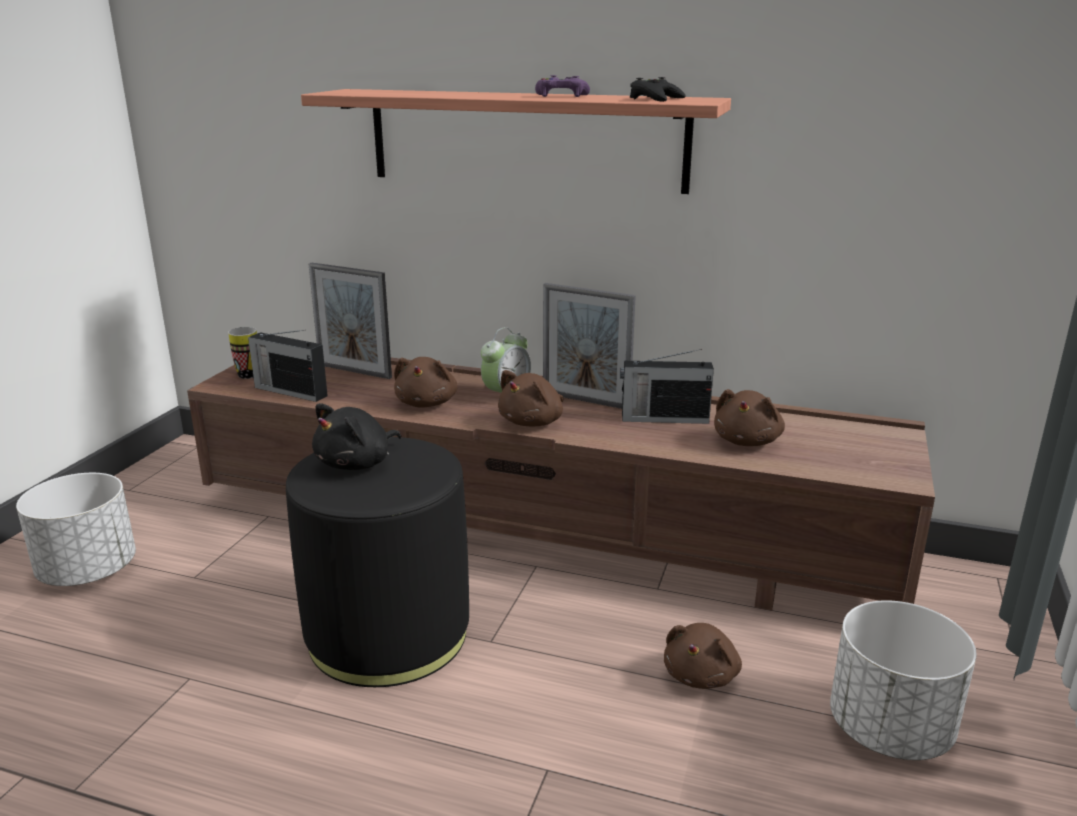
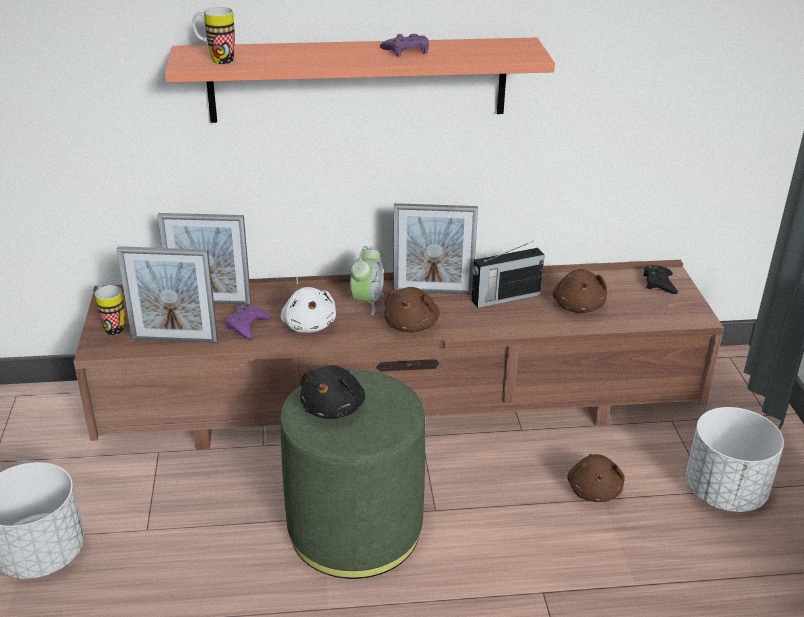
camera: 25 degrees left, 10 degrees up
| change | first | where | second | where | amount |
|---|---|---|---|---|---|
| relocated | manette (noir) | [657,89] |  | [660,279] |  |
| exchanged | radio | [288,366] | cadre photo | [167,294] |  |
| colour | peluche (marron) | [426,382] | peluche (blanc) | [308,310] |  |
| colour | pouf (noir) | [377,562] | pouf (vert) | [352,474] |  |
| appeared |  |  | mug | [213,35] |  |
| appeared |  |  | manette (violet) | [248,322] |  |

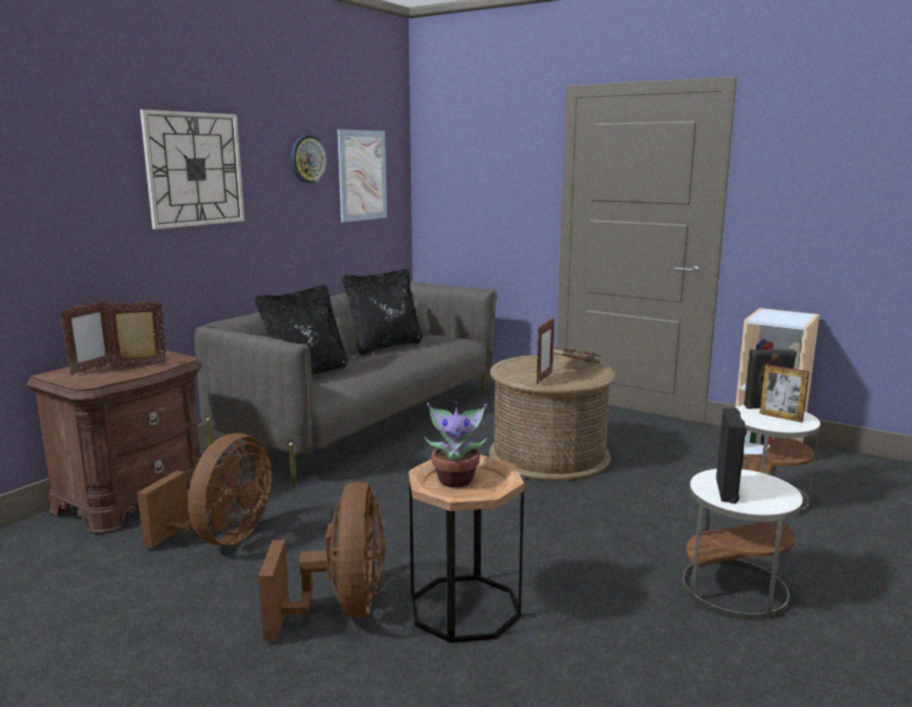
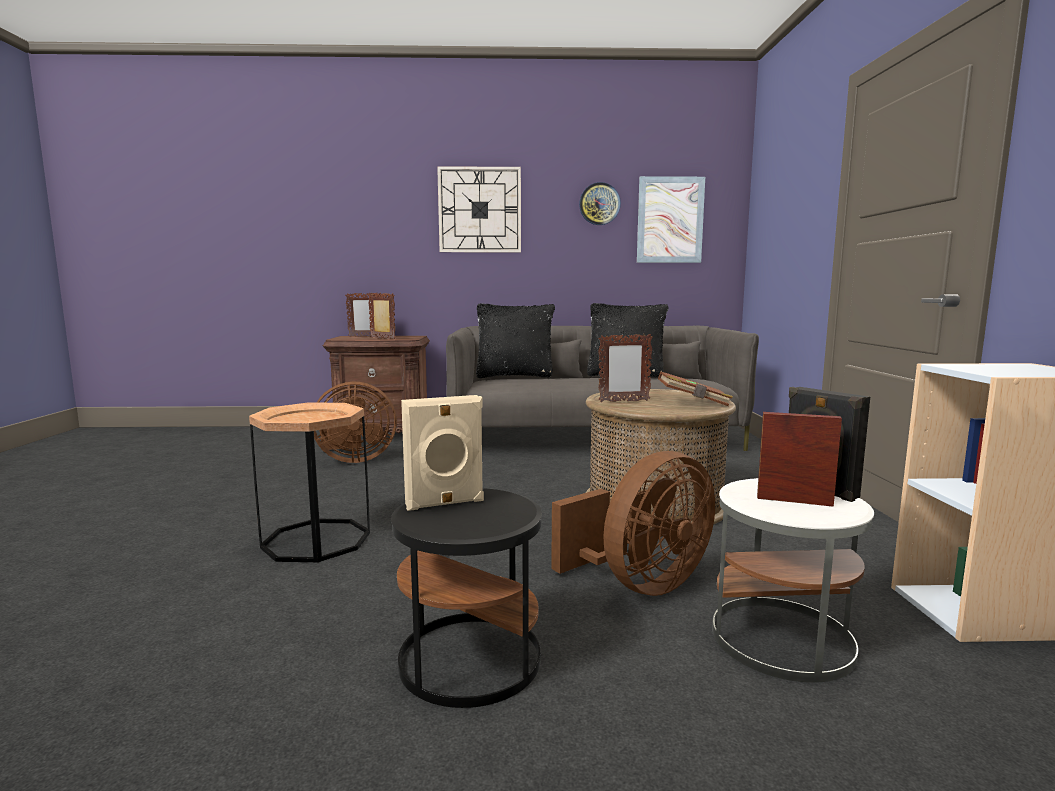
camera: 55 degrees right, 5 degrees down
| change | first | where | second | where | amount |
|---|---|---|---|---|---|
| spun | cadre photo | [784,393] |  | [799,459] | 105 degrees clockwise |
| missing | plante en pot | [455,444] |  |  |  |
| colour | enceinte (noir) | [731,456] | enceinte (beige) | [442,453] |  |
| colour | table d'appoint (blanc) | [742,544] | table d'appoint (noir) | [466,598] |  |
| relocated | ventilateur (marron) | [322,561] |  | [633,523] |  |

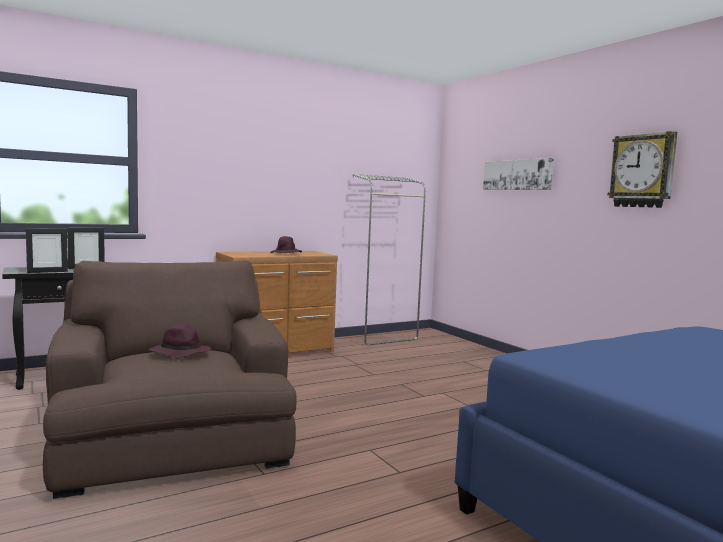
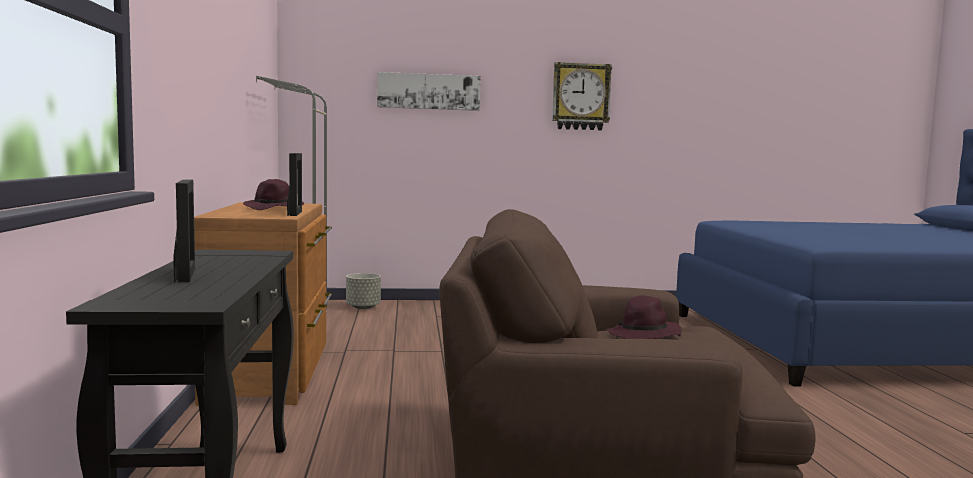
camera: 65 degrees left, 0 degrees up
| change | first | where | second | where | amount |
|---|---|---|---|---|---|
| relocated | cadre photo | [47,250] |  | [294,184] |  |
| appeared |  |  | cache-pot (gris) | [363,291] |  |

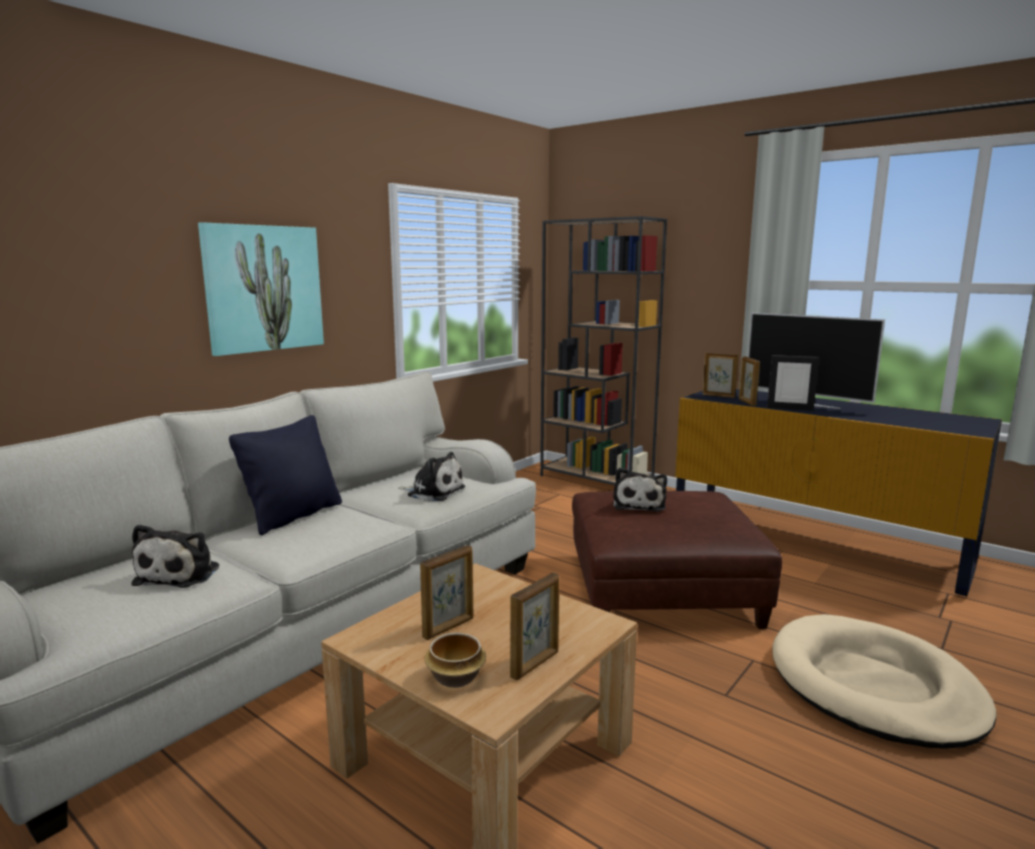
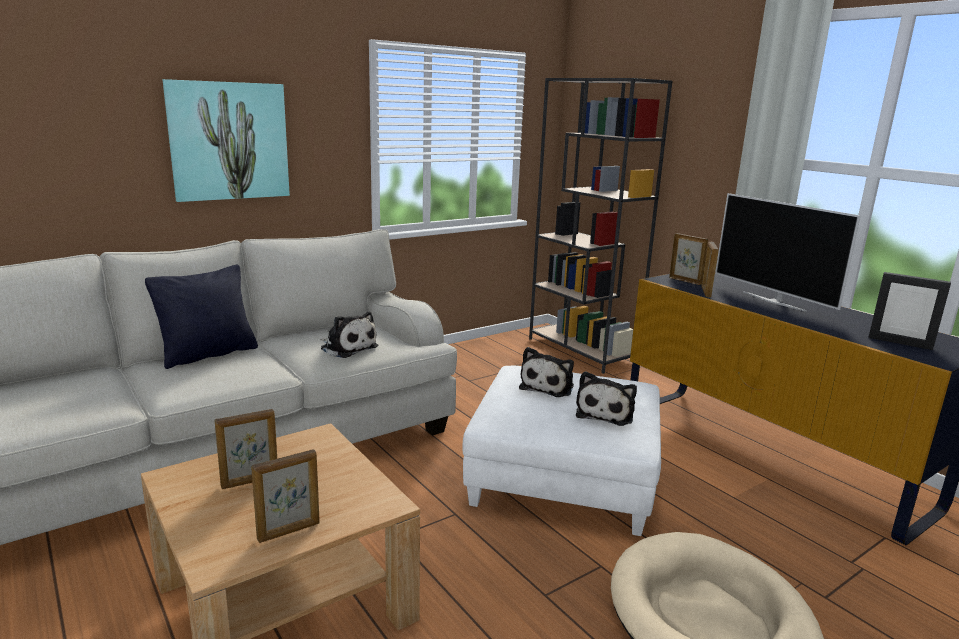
camera: 15 degrees right, 5 degrees up
| change | first | where | second | where | amount |
|---|---|---|---|---|---|
| relocated | cadre photo | [793,383] |  | [909,311] |  |
| colour | pouf (marron) | [677,560] | pouf (blanc) | [562,451] |  |
| relocated | peluche | [175,556] |  | [606,398] |  |
| missing | bol | [455,660] |  |  |  |

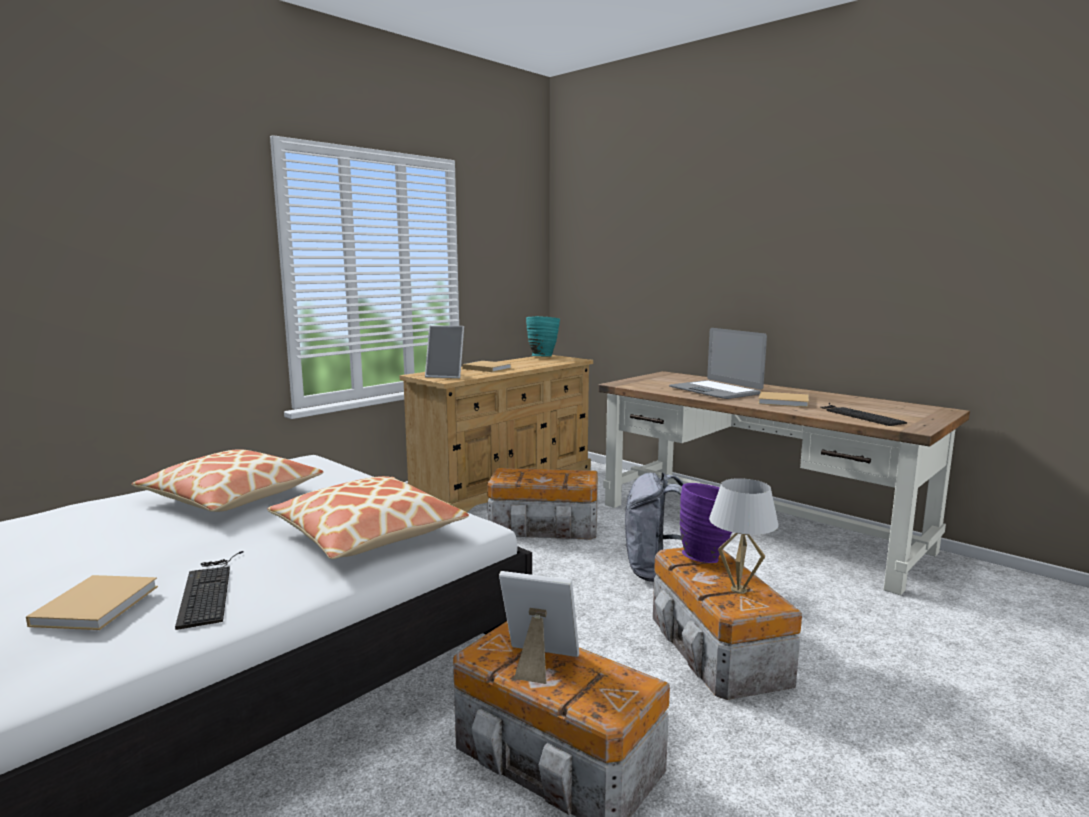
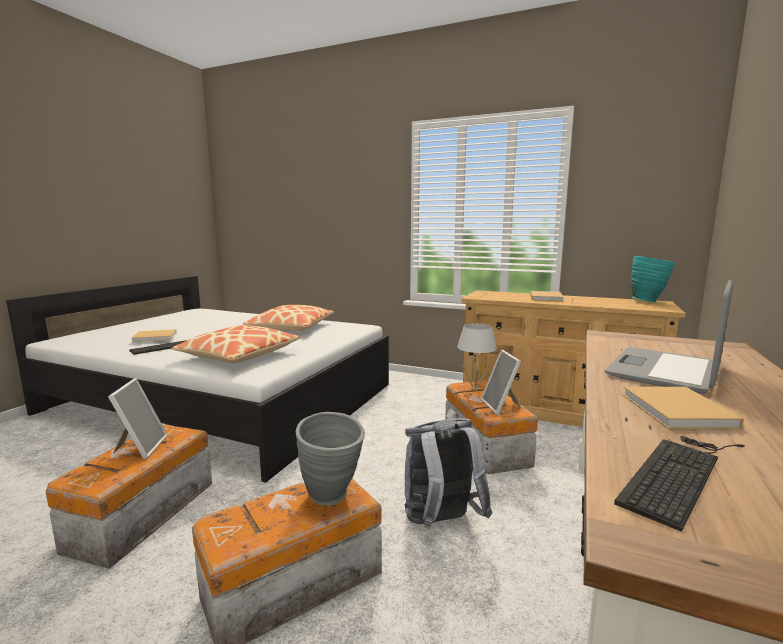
camera: 70 degrees right, 0 degrees up
| change | first | where | second | where | amount |
|---|---|---|---|---|---|
| relocated | cadre photo | [444,351] |  | [501,382] |  |
| relocated | lampe de table (blanc) | [744,536] |  | [477,357] |  |
| colour | vase (violet) | [706,523] | vase (gris) | [330,459] |  |

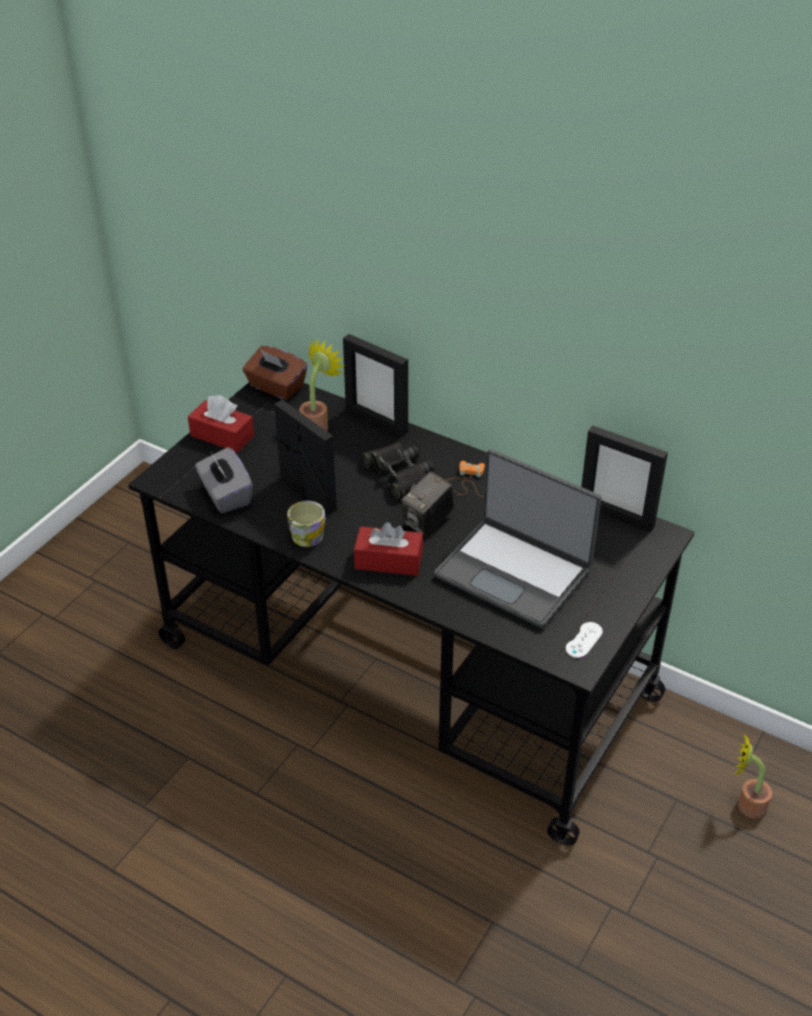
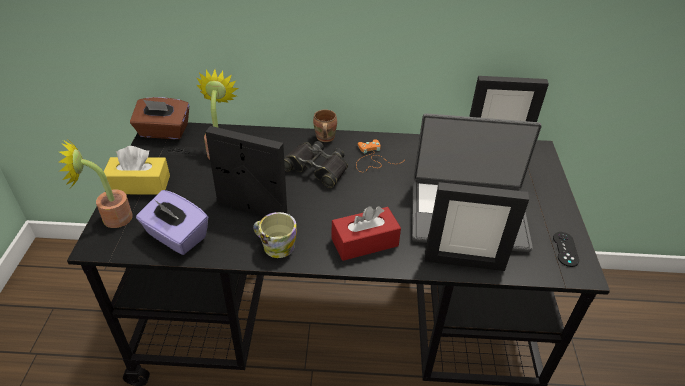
camera: 30 degrees left, 0 degrees up
| change | first | where | second | where | amount |
|---|---|---|---|---|---|
| relocated | cadre photo | [375,385] |  | [477,226] |  |
| colour | boîte à mouchoirs (rouge) | [221,423] | boîte à mouchoirs (jaune) | [137,170] |  |
| colour | boîte à mouchoirs (gris) | [224,480] | boîte à mouchoirs (violet) | [172,222] |  |
| missing | appareil photo | [427,503] |  |  |  |
| colour | manette (blanc) | [584,640] | manette (noir) | [566,249] |  |
| relocated | plante en pot | [753,776] |  | [96,184] |  |
| appeared |  |  | mug (marron) | [325,126] |  |

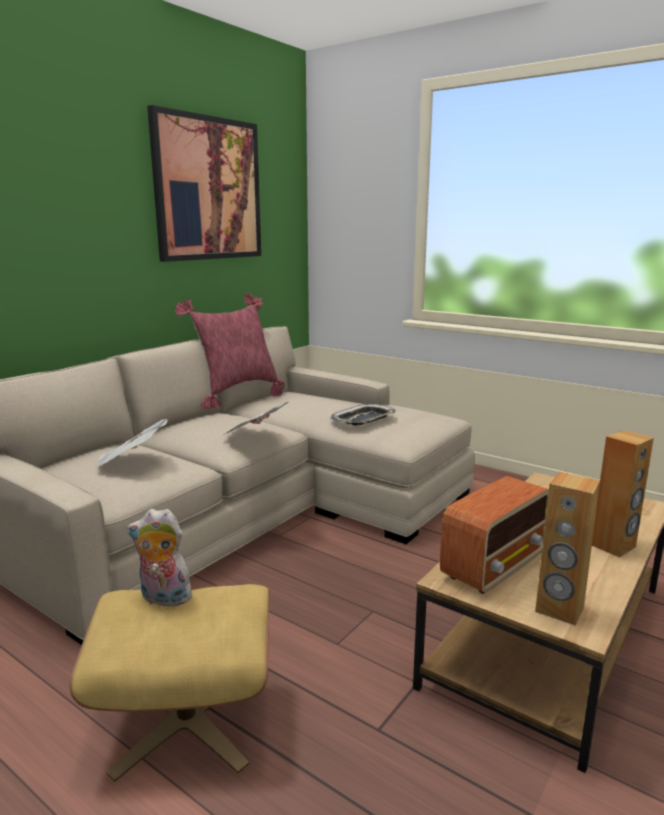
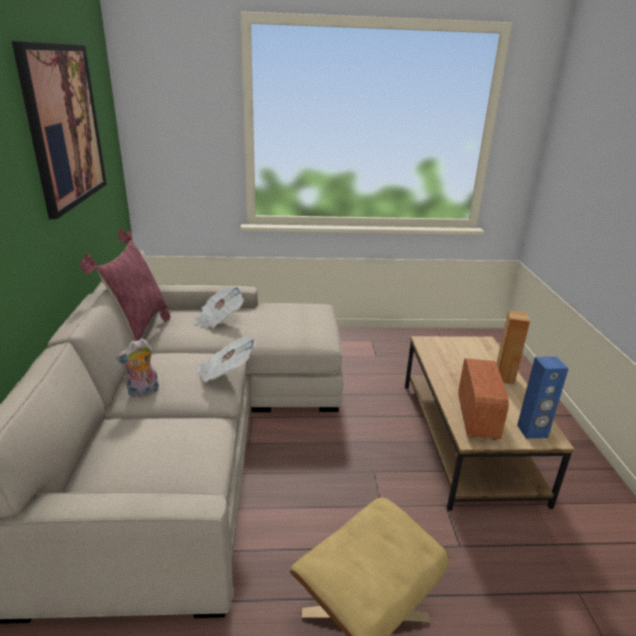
camera: 40 degrees left, 10 degrees up
| change | first | where | second | where | amount |
|---|---|---|---|---|---|
| missing | plateau | [363,415] |  |  |  |
| relocated | journal | [132,443] |  | [218,307] |  |
| colour | enceinte (marron) | [567,548] | enceinte (bleu) | [543,398] |  |
| relocated | peluche | [159,558] |  | [137,368] |  |

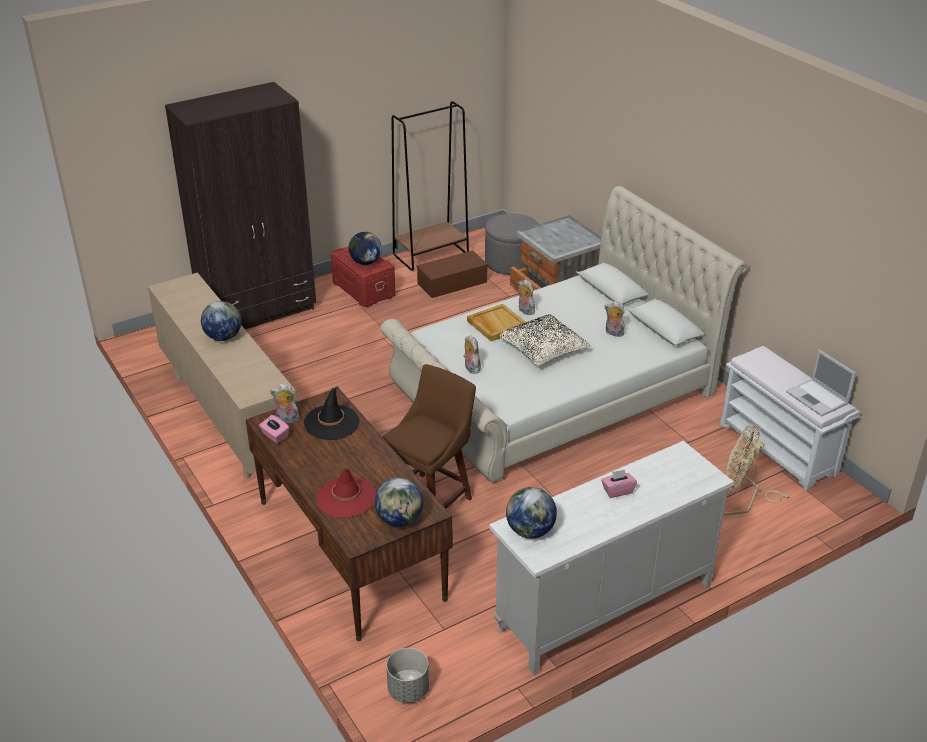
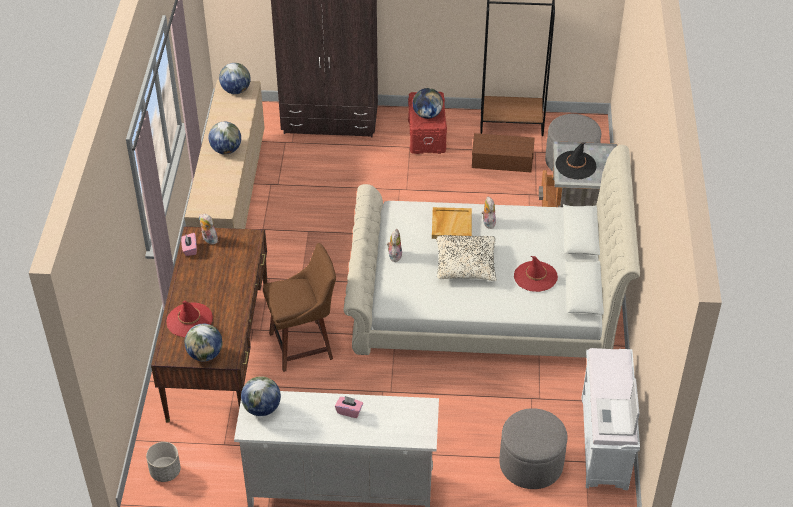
camera: 35 degrees right, 10 degrees up
| change | first | where | second | where | amount |
|---|---|---|---|---|---|
| exchanged | peluche | [614,319] | chapeau (rouge) | [536,274] |  |
| relocated | chapeau (noir) | [331,413] |  | [576,160] |  |
| exchanged | ventilateur (beige) | [756,470] | pouf (gris) | [533,448] |  |
| appeared |  |  | globe | [235,78] |  |

